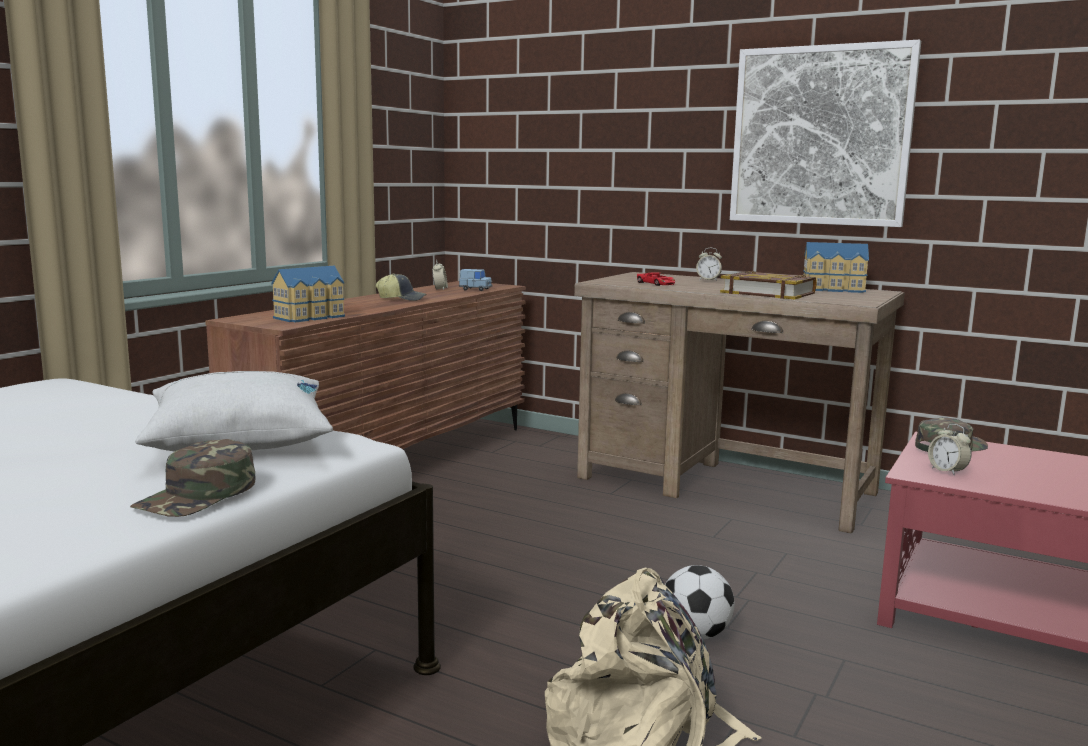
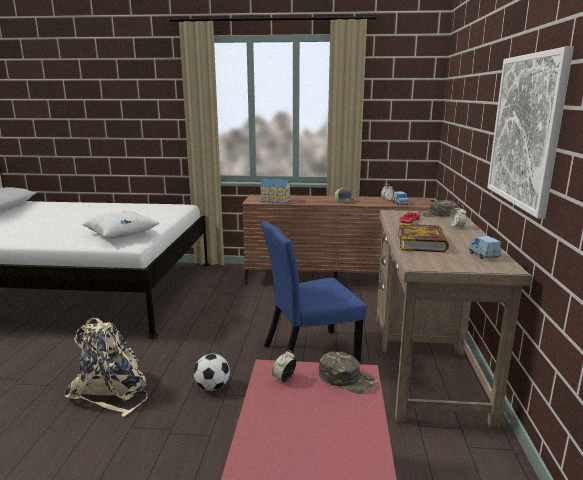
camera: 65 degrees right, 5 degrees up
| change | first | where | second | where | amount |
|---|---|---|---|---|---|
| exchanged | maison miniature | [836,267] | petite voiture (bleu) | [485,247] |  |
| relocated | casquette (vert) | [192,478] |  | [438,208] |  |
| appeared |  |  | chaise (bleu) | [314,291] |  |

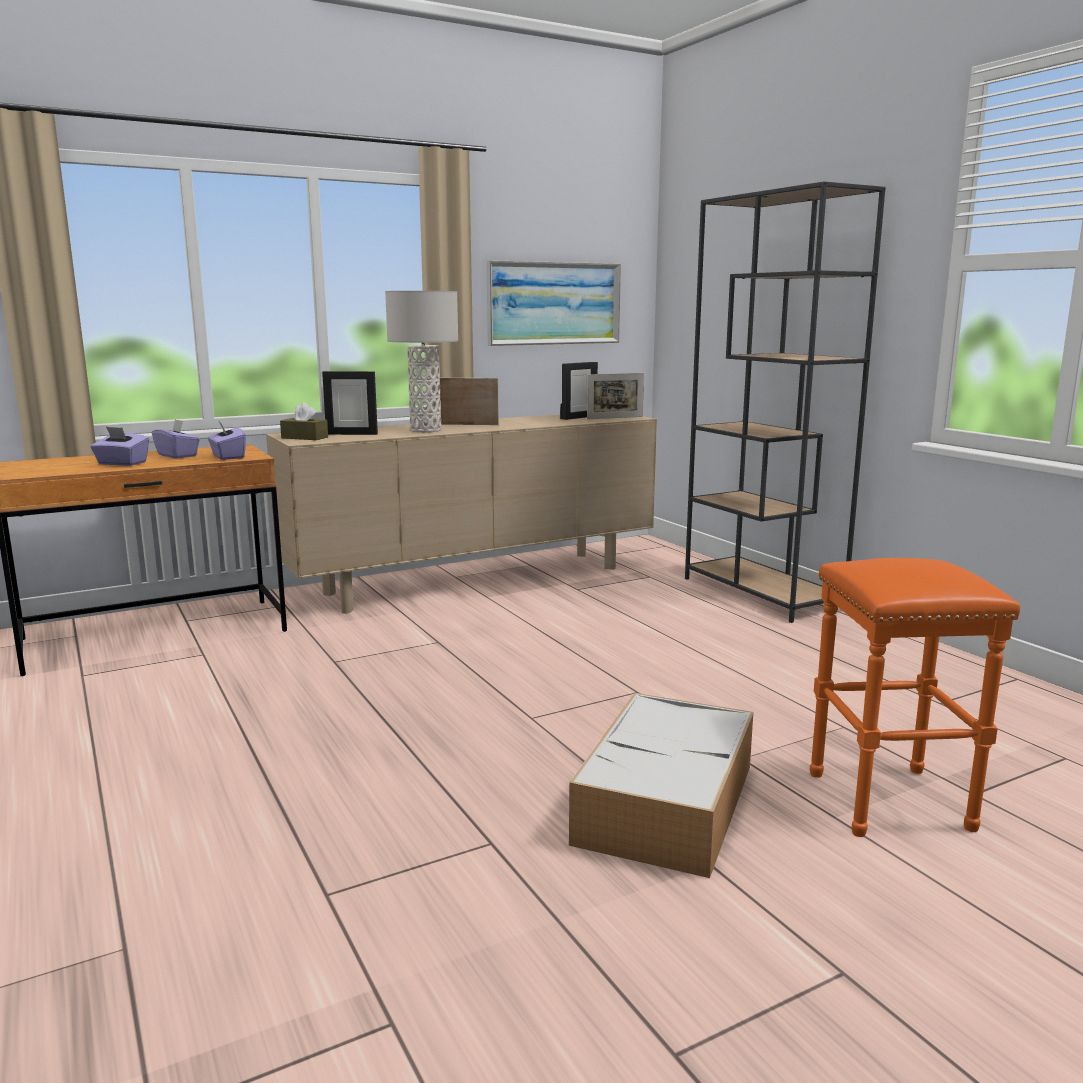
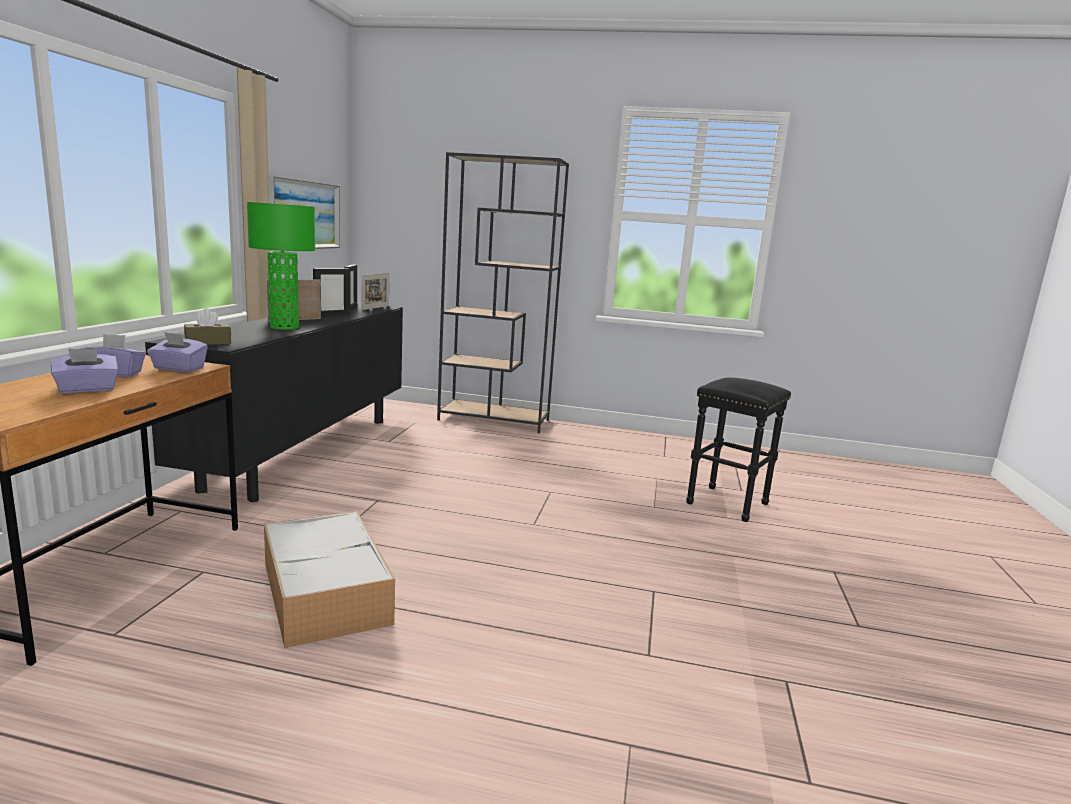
camera: 50 degrees left, 0 degrees up
| change | first | where | second | where | amount |
|---|---|---|---|---|---|
| colour | lampe de table (blanc) | [421,361] | lampe de table (vert) | [281,266] |  |
| relocated | cadre photo | [350,403] |  | [331,293] |  |
| colour | meuble de rangement (beige) | [461,514] | meuble de rangement (noir) | [274,402] |  |
| colour | tabouret (orange) | [915,697] | tabouret (noir) | [738,450] |  |
| relocated | boîte de rangement | [661,785] |  | [329,579] |  |

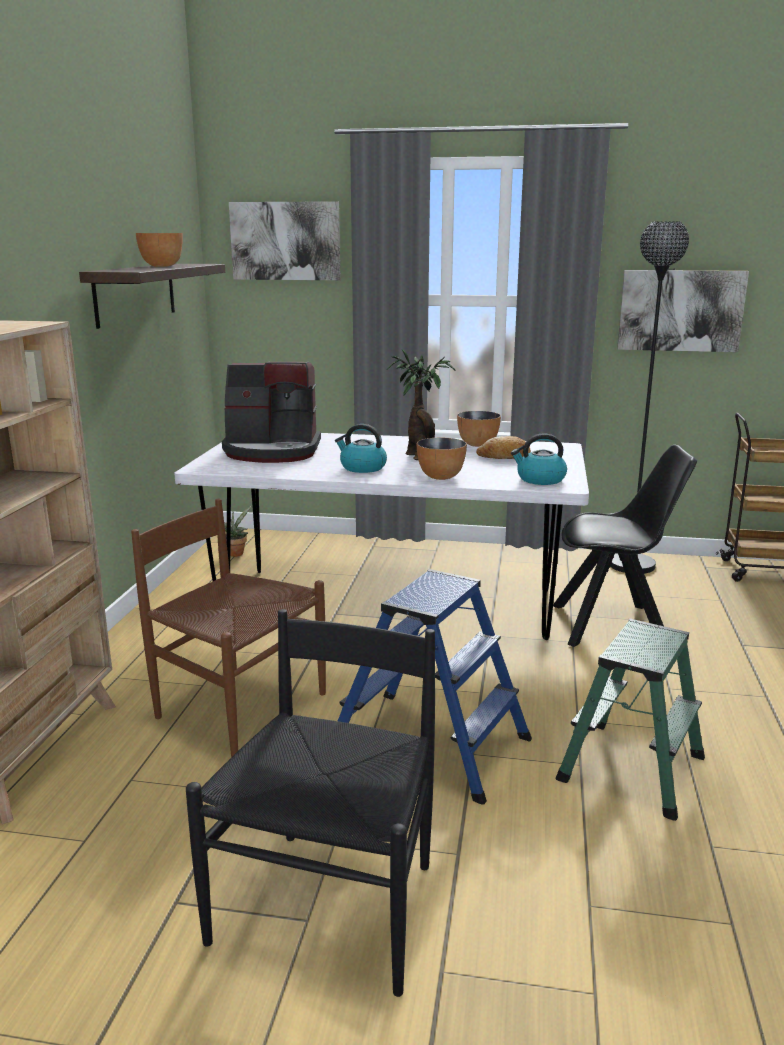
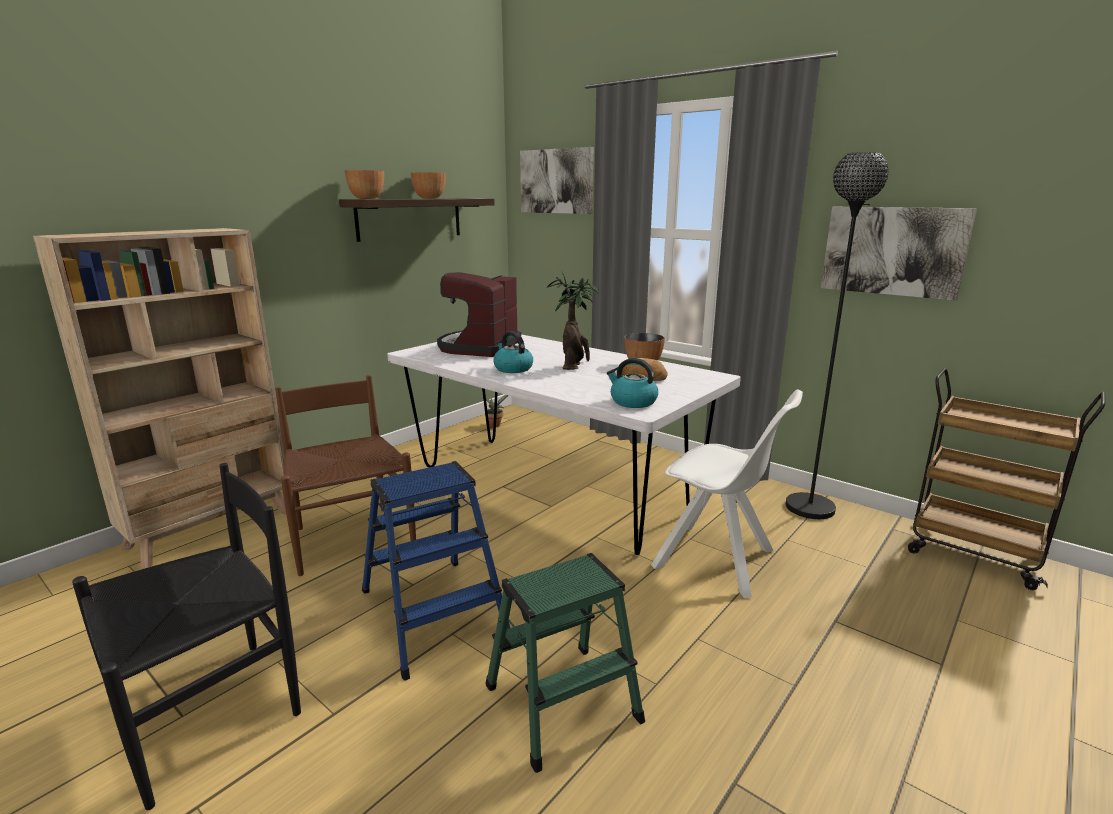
camera: 30 degrees right, 0 degrees up
| change | first | where | second | where | amount |
|---|---|---|---|---|---|
| spun | machine à café | [271,412] |  | [479,314] | 75 degrees clockwise |
| relocated | bol | [442,459] |  | [364,184] |  |
| colour | chaise (noir) | [625,546] | chaise (blanc) | [727,494] |  |

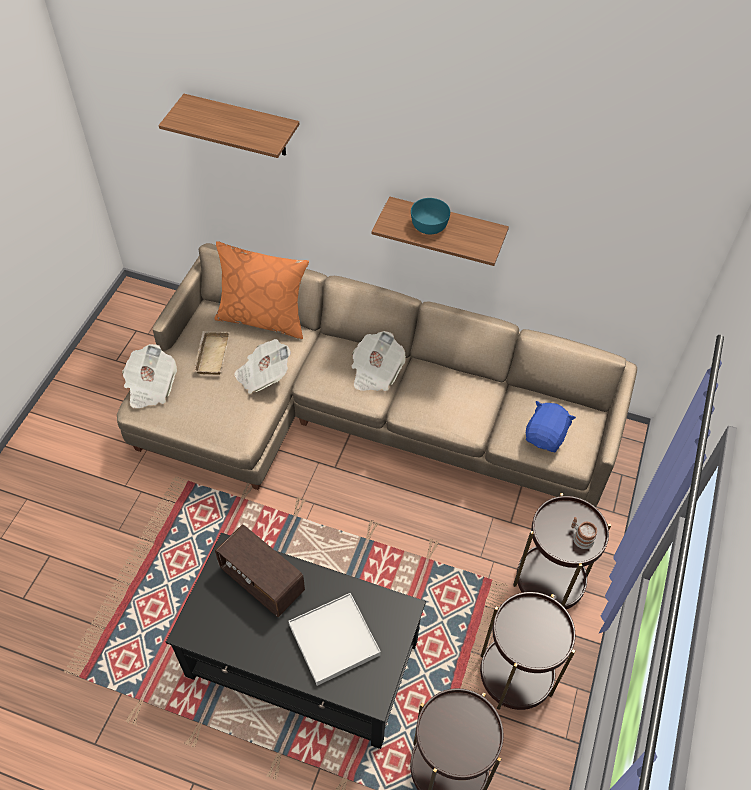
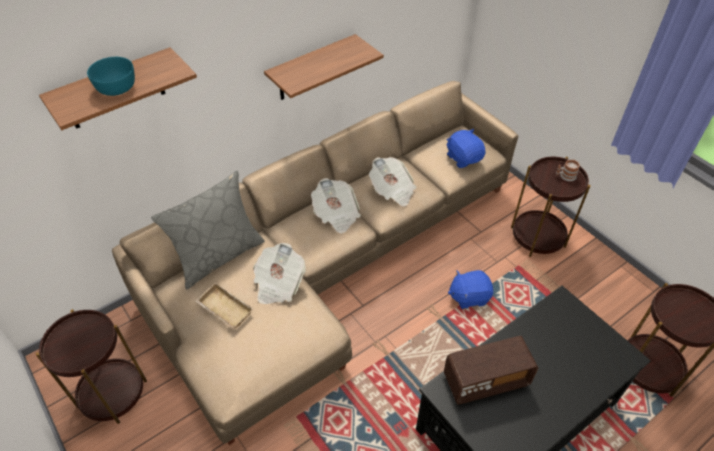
camera: 55 degrees left, 5 degrees down
| change | first | where | second | where | amount |
|---|---|---|---|---|---|
| relocated | bol (turquoise) | [430,216] |  | [111,76] |  |
| colour | coussin (orange) | [261,290] | coussin (gris) | [208,230] |  |
| relocated | journal | [149,376] |  | [392,182] |  |
| relocated | table d'appoint (marron) | [527,651] |  | [91,366] |  |
| missing | plateau (blanc) | [334,639] |  |  |  |
| appeared |  |  | peluche (bleu) | [470,289] |  |

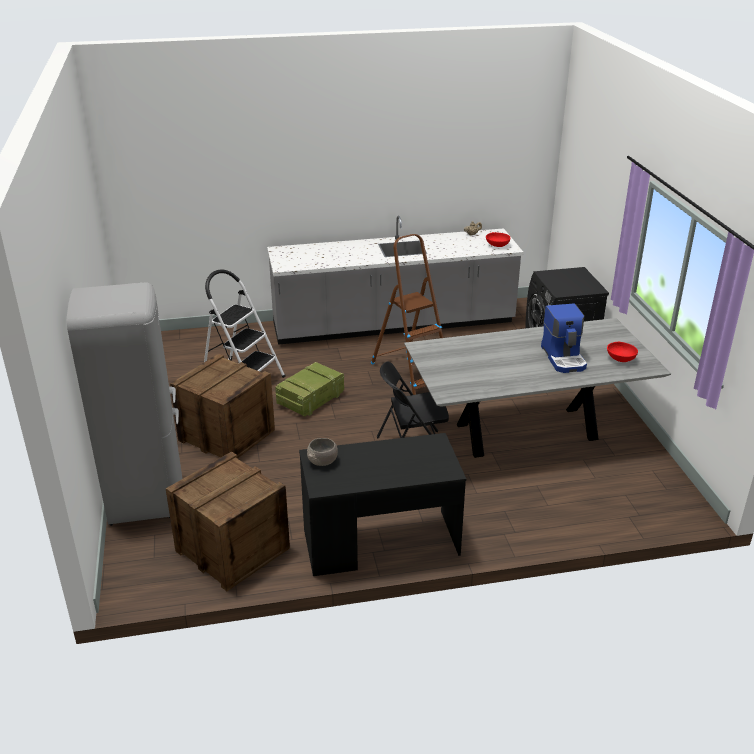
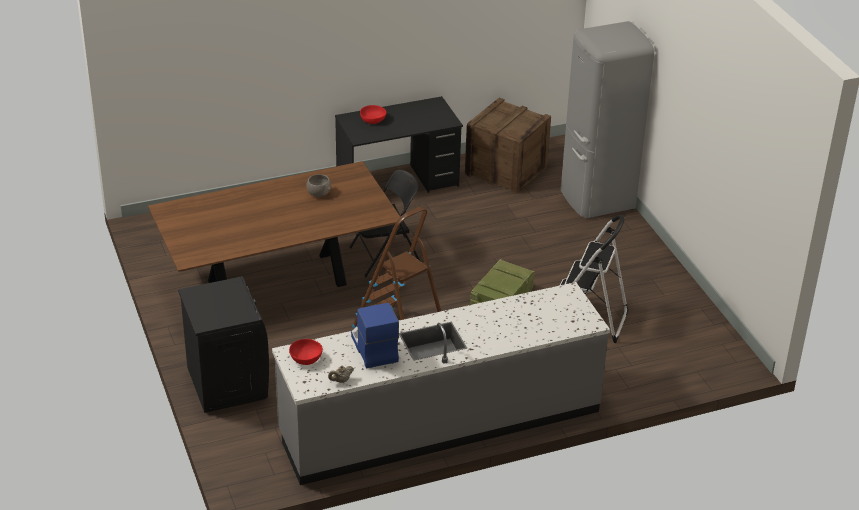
camera: 170 degrees right, 5 degrees up
| change | first | where | second | where | amount |
|---|---|---|---|---|---|
| relocated | machine à café | [564,338] |  | [375,335] |  |
| colour | table à manger (gris) | [537,388] | table à manger (marron) | [275,224] |  |
| relocated | bol (rouge) | [622,352] |  | [373,114] |  |
| missing | caisse | [222,406] |  |  |  |
| relocated | bol (gris) | [322,452] |  | [318,185] |  |

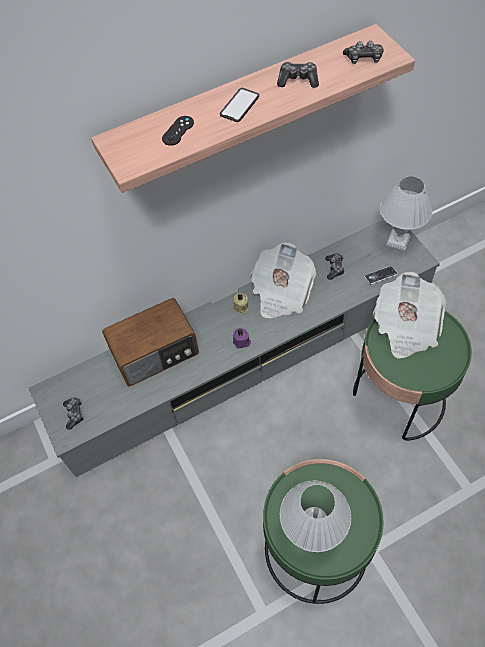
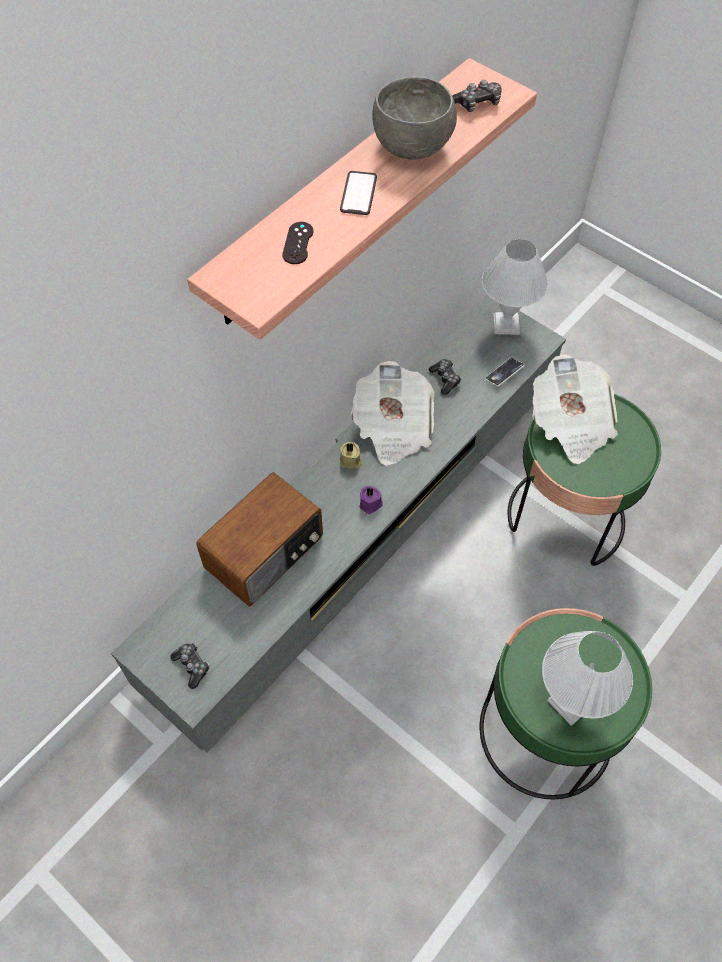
camera: 25 degrees left, 0 degrees up
| change | first | where | second | where | amount |
|---|---|---|---|---|---|
| exchanged | manette | [298,75] | bol (gris) | [414,118] |  |

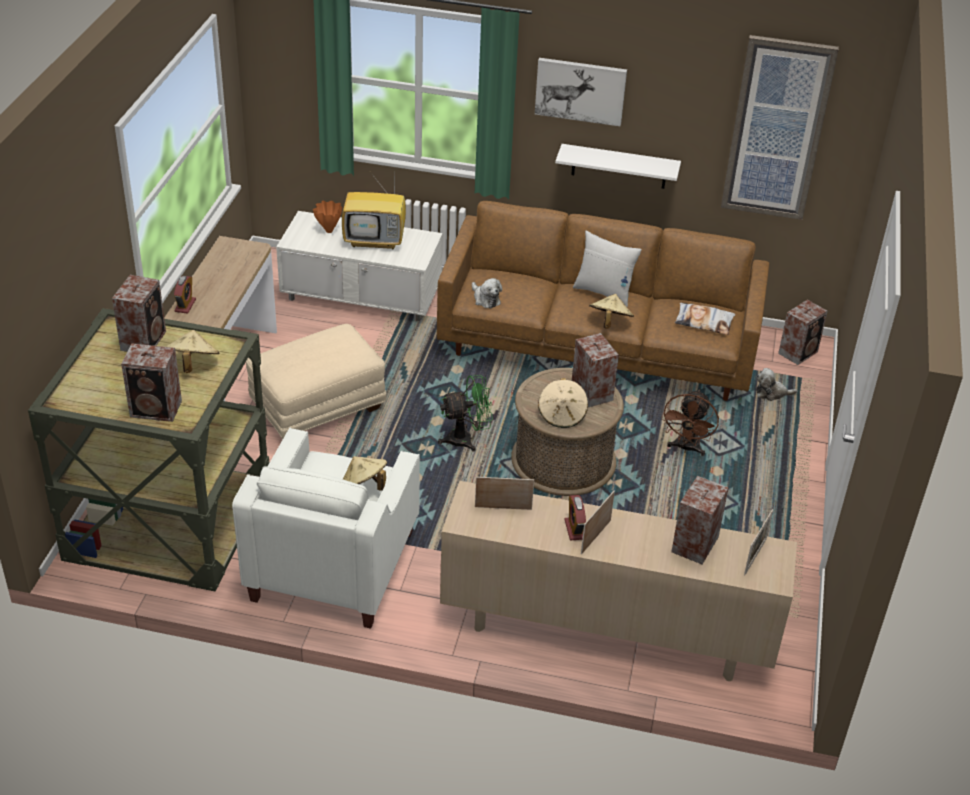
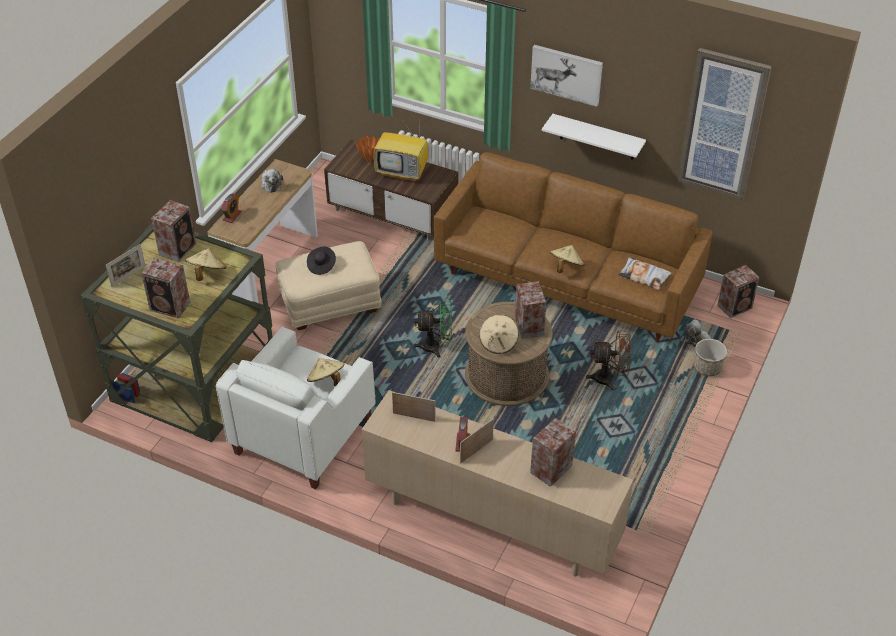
camera: 15 degrees right, 5 degrees up
| change | first | where | second | where | amount |
|---|---|---|---|---|---|
| colour | meuble télé (blanc) | [359,266] | meuble télé (marron) | [391,190] |  |
| missing | coussin (gris) | [607,269] |  |  |  |
| relocated | peluche | [487,293] |  | [272,181] |  |
| spun | ventilateur (marron) | [690,422] |  | [608,361] | 120 degrees counterclockwise |
| relocated | cadre photo | [758,542] |  | [126,265] |  |
| appeared |  |  | chapeau (noir) | [321,260] |  |
| appeared |  |  | cache-pot | [710,357] |  |

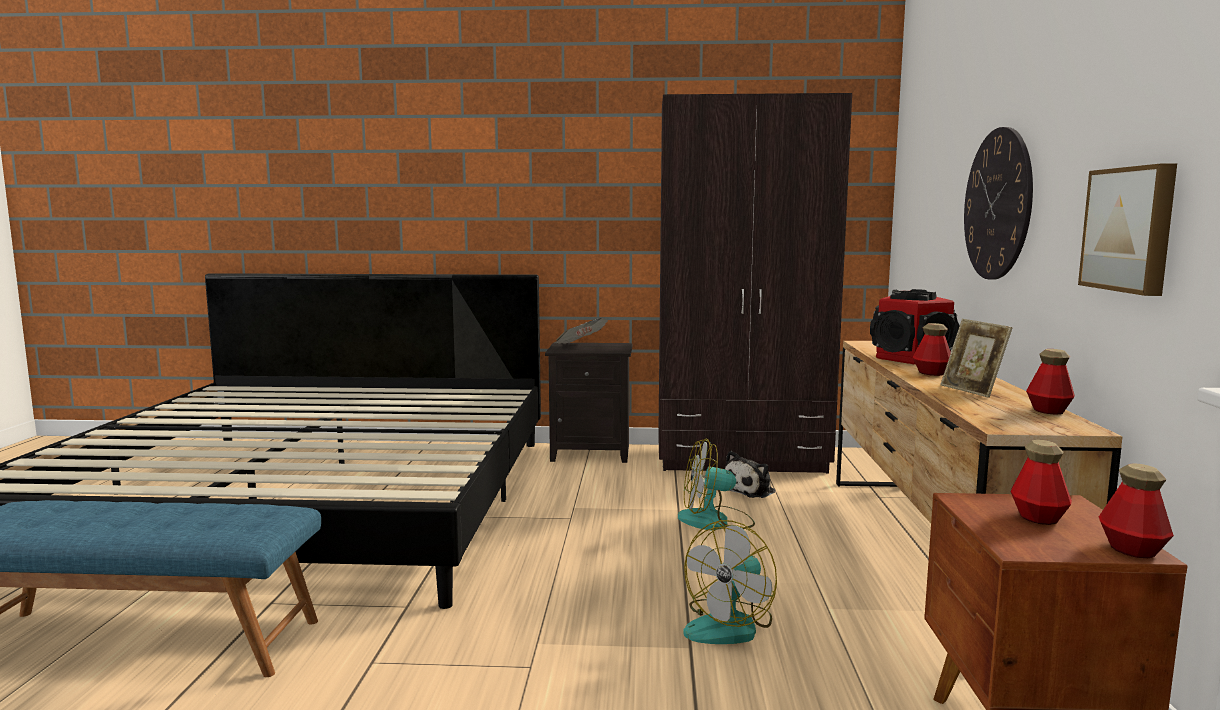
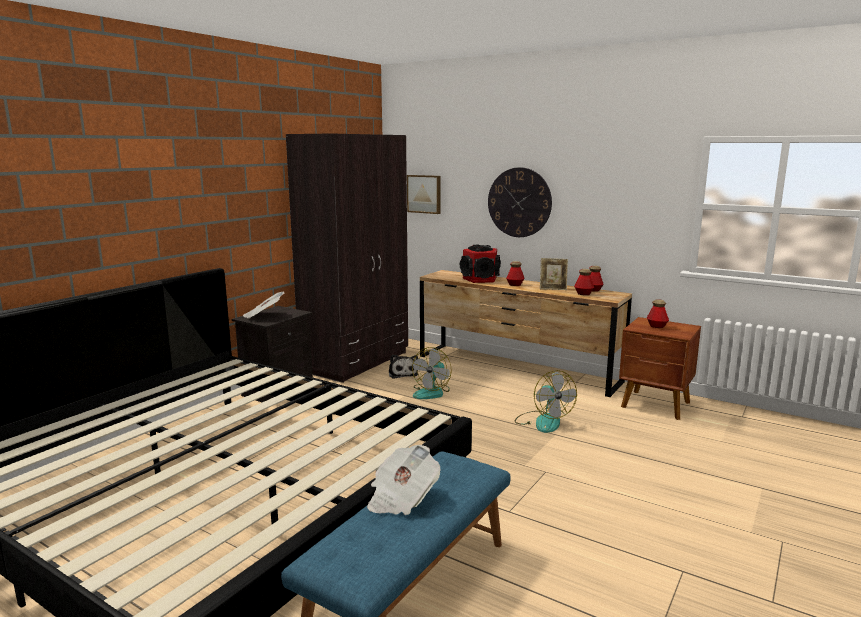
camera: 60 degrees left, 5 degrees up
| change | first | where | second | where | amount |
|---|---|---|---|---|---|
| relocated | tableau | [1127,229] |  | [424,194] |  |
| relocated | bouteille | [1136,510] |  | [584,282] |  |
| appeared |  |  | journal | [403,480] |  |

